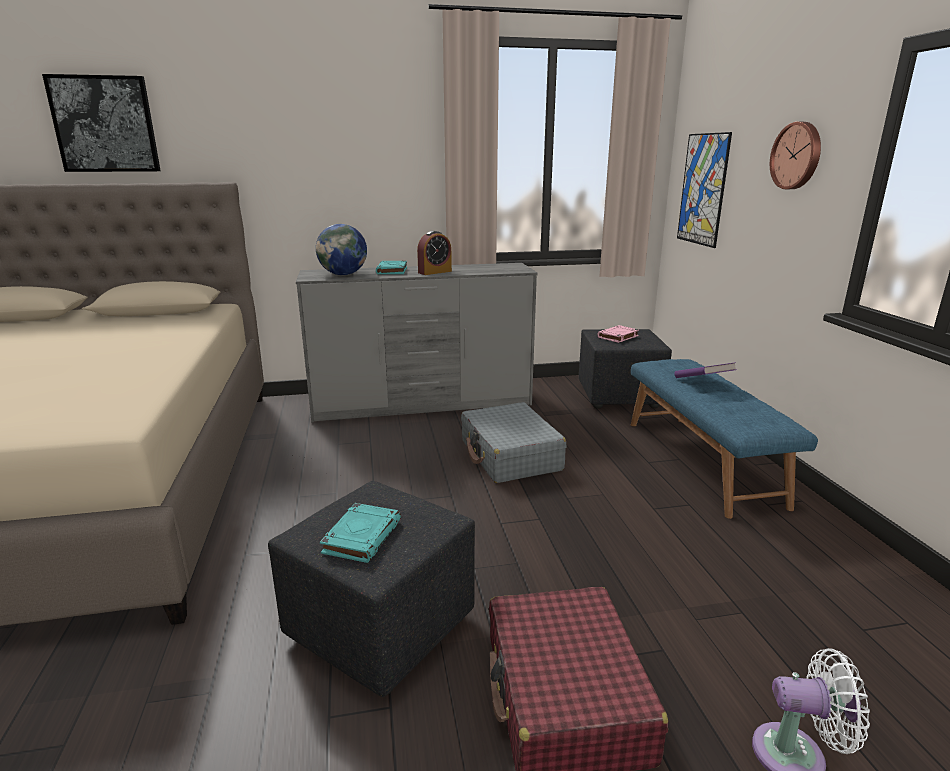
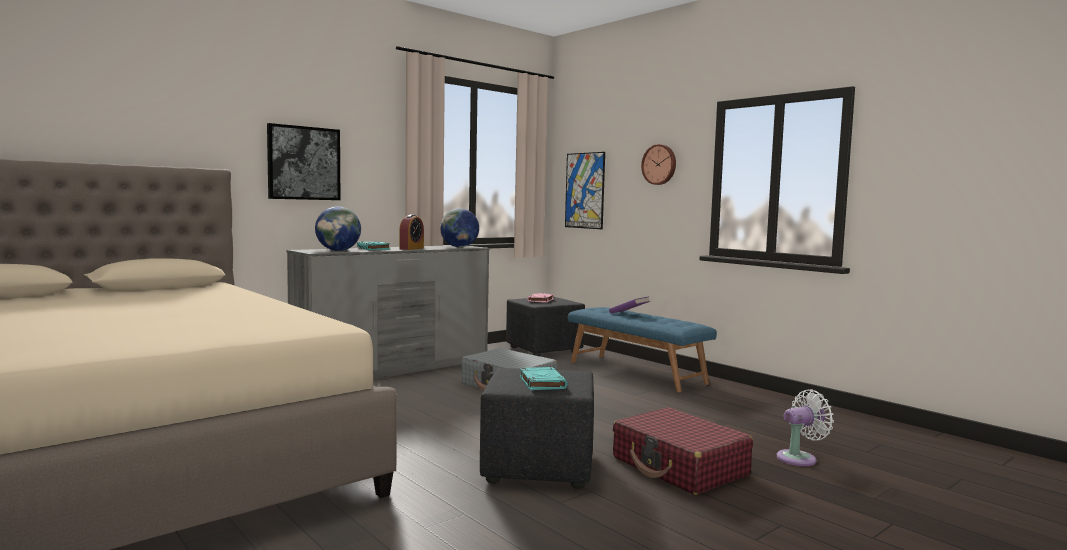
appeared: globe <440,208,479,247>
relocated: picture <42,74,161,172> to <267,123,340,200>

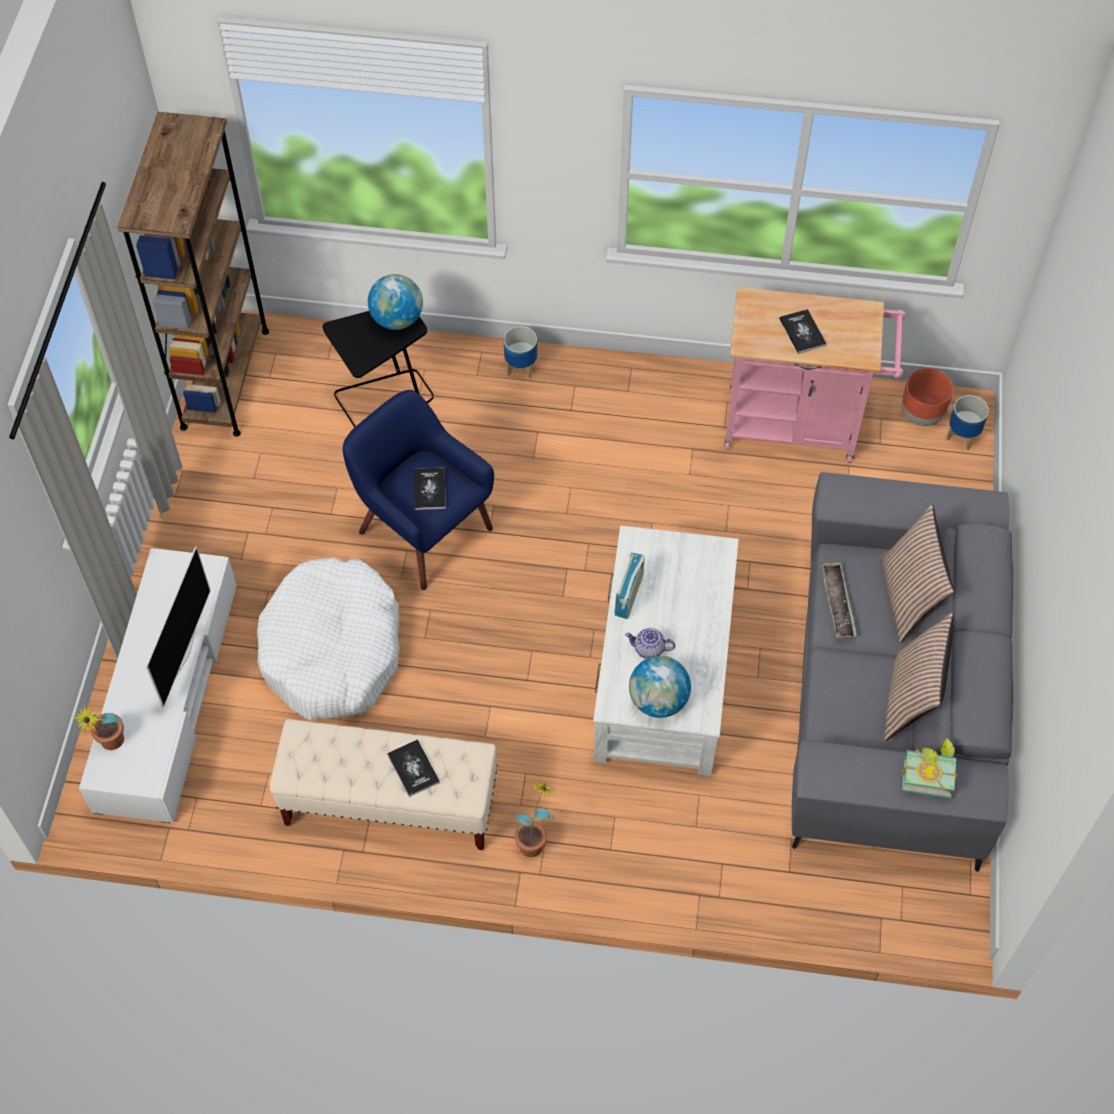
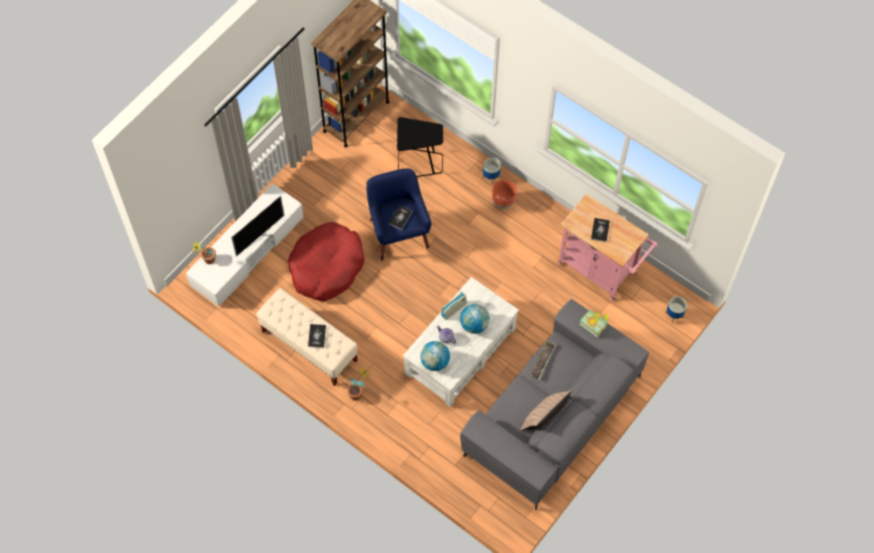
missing: pillow <881,504,955,642>
relocated: globe <368,274,423,330> to <460,304,490,334>; book <900,738,957,799> to <579,310,609,338>; brown planter <902,368,954,426> to <492,180,517,209>
colour: white dog bed <257,558,399,720> to red dog bed <288,222,365,301>

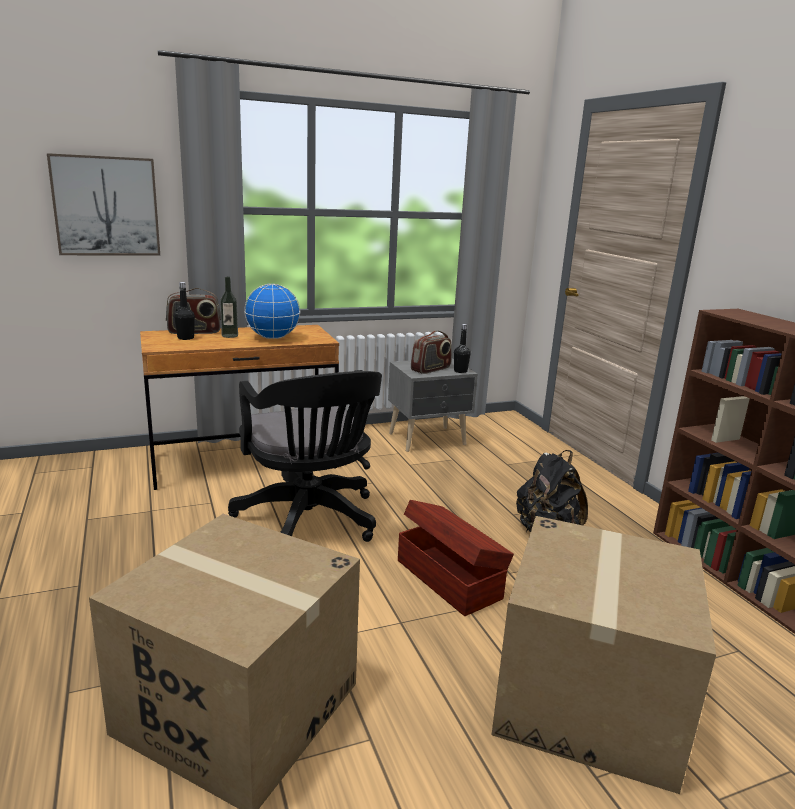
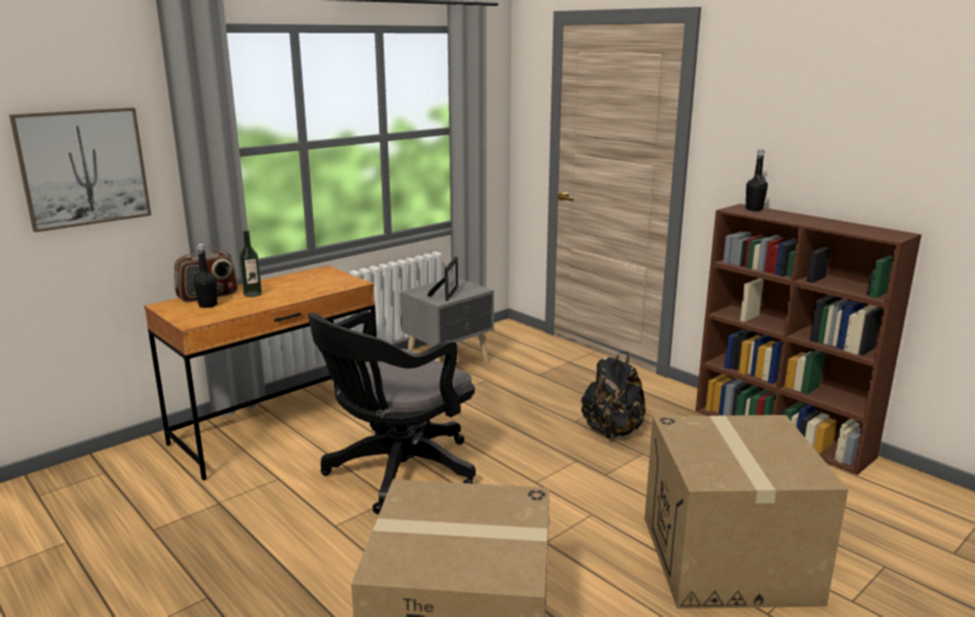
missing: globe <244,284,300,339>; brown storage box <398,500,514,616>
relocated: black bottle <454,324,471,373> to <746,150,768,211>
exchanged: radio <411,331,452,374> to picture frame <427,256,458,301>
spun: black office chair <228,370,382,542> = <308,310,476,514> 90 degrees clockwise

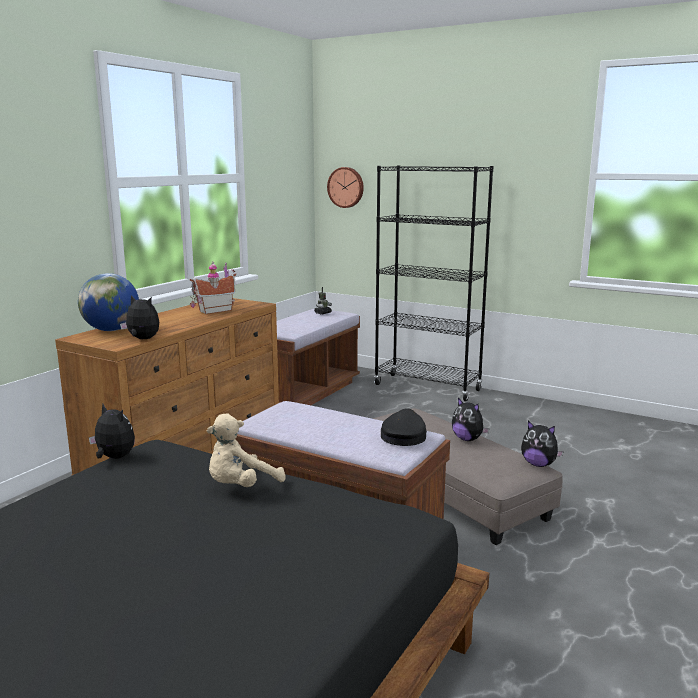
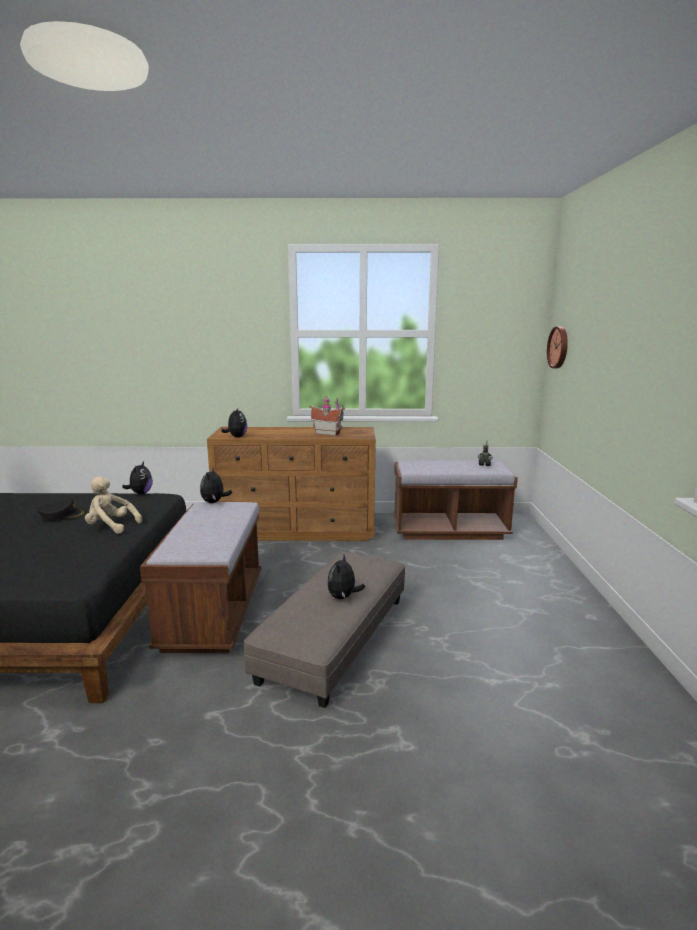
missing: globe <78,273,139,331>; black bookcase <374,165,494,401>
relocated: black cap <381,408,427,446> to <37,499,86,521>; plush toy <521,421,564,467> to <200,468,232,503>

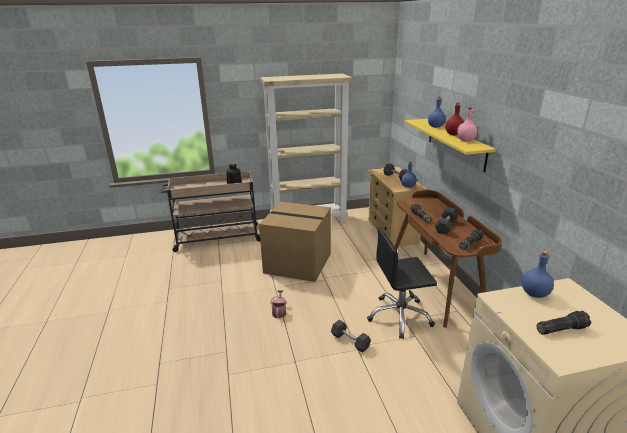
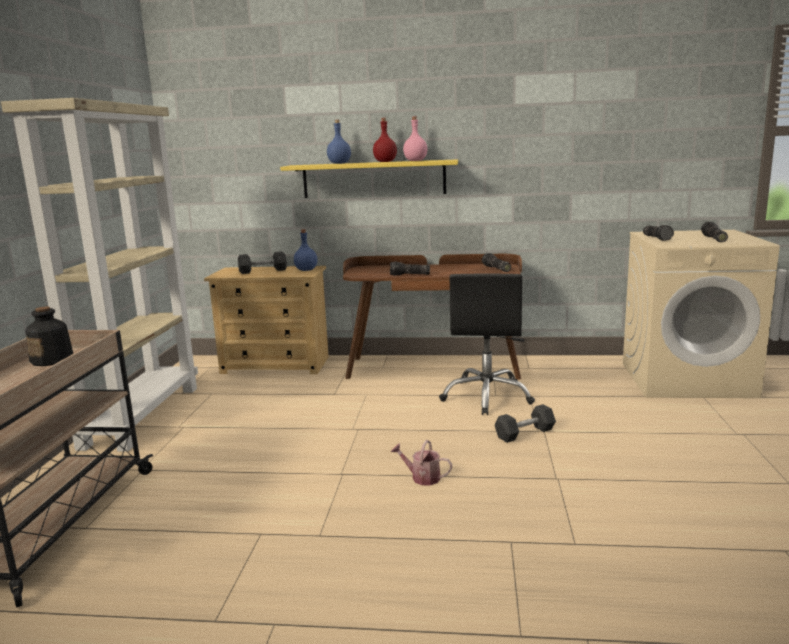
missing: cardboard box <259,202,331,282>; grey dumbbell <435,207,459,234>
exchanged: blue bottle <522,251,554,298> to flashlight <643,225,674,241>

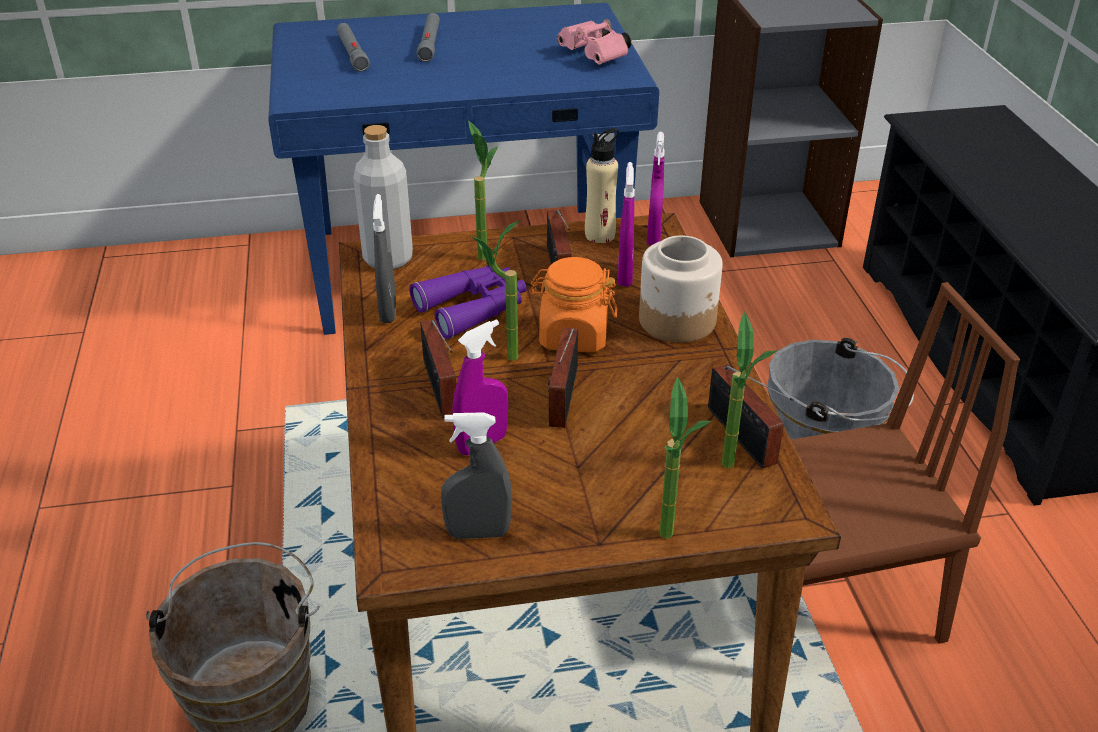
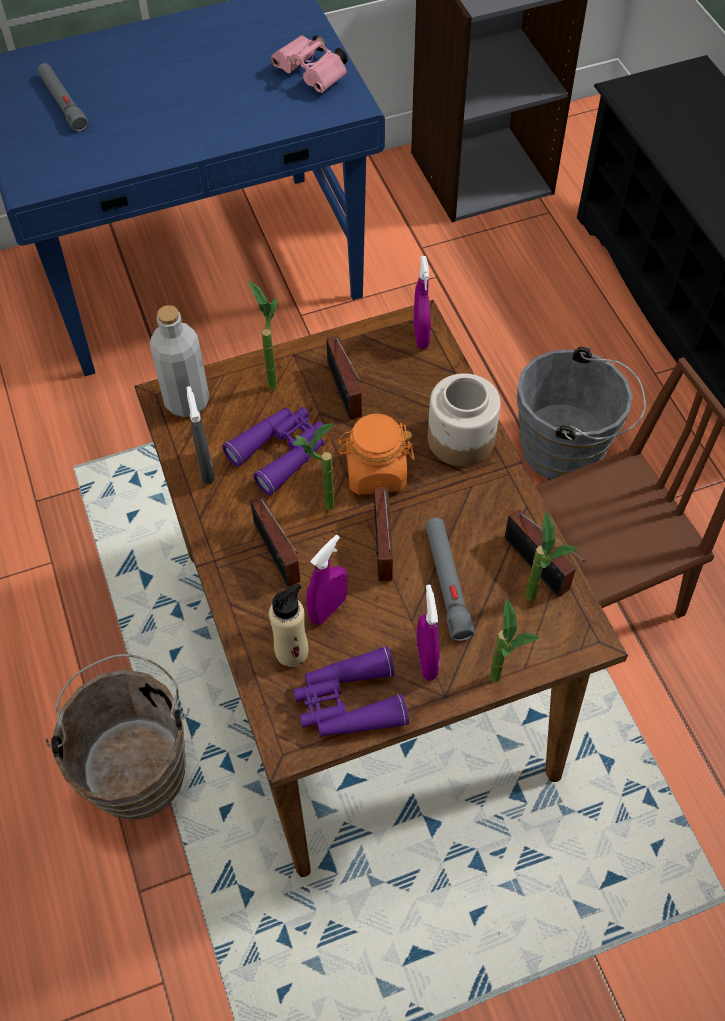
relocated: grey flashlight <417,13,440,62> to <425,517,475,641>; beige bottle <585,128,619,243> to <269,584,308,667>; purple spray bottle <618,162,635,287> to <417,584,440,680>
exchanged: grey spray bottle <441,412,512,539> to purple binoculars <293,646,409,737>

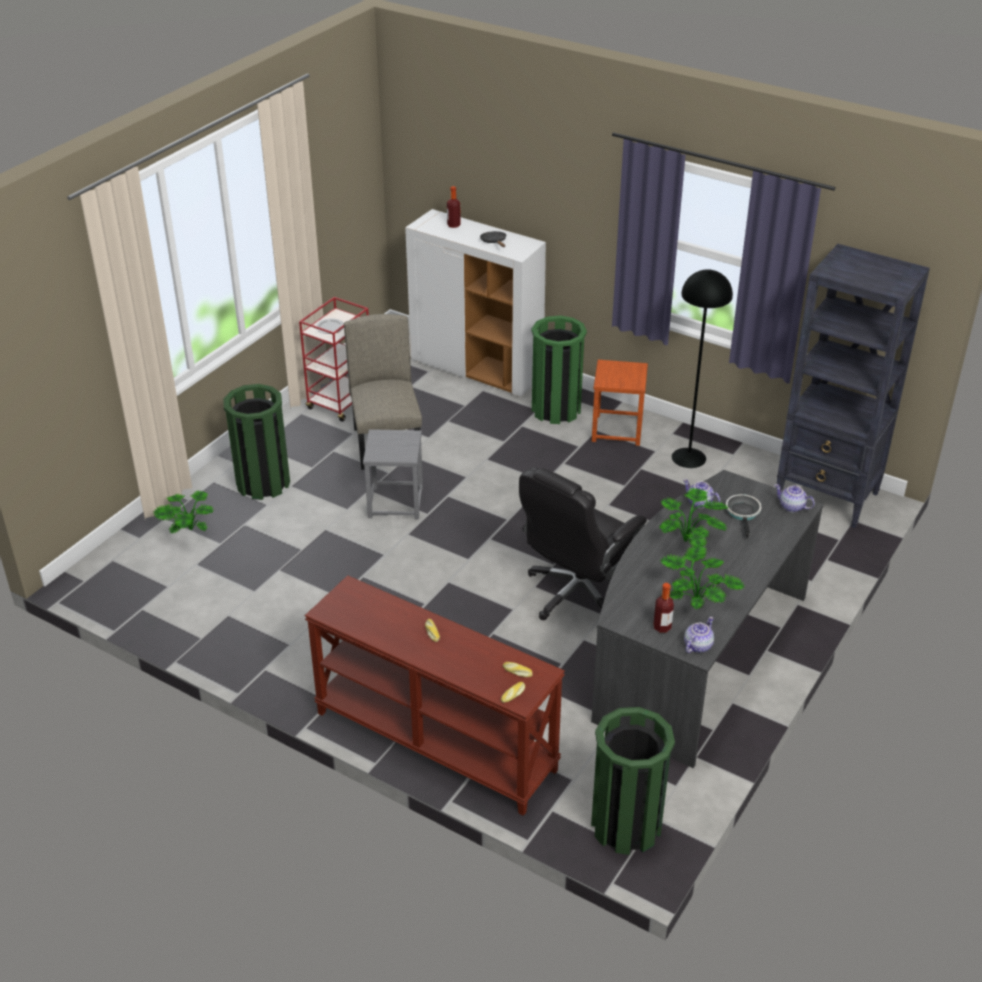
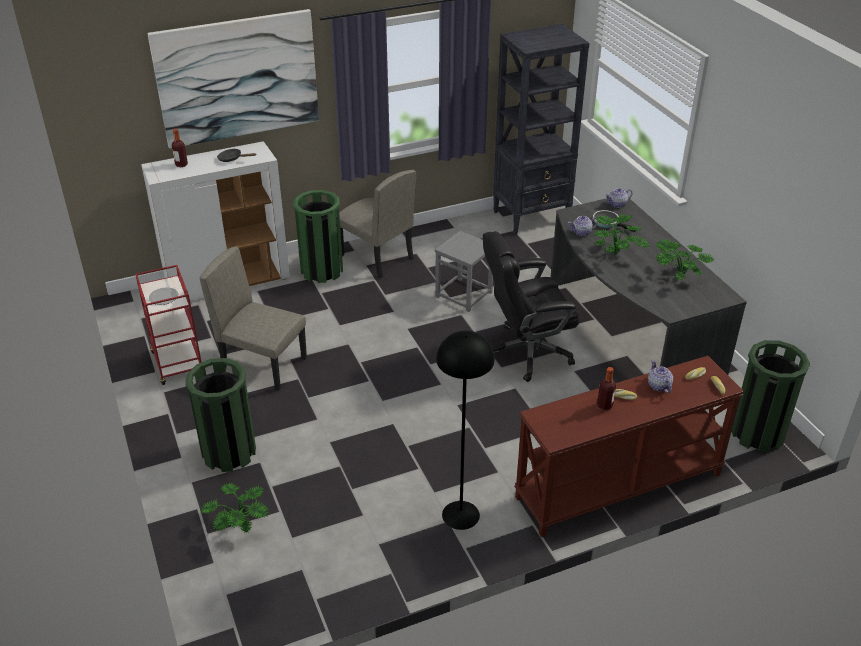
appeared: picture <147,9,319,149>
relocated: grey stool <363,429,423,519> to <435,231,493,312>; bottle <654,583,674,633> to <597,367,616,411>; black floor lamp <672,270,733,468> to <436,330,495,530>; teapot <684,617,714,653> to <648,360,673,393>
exchanged: brown stool <592,360,648,446> to beige chair <336,170,416,278>
spun: black office chair <519,467,647,620> = <483,231,579,382> 90 degrees clockwise

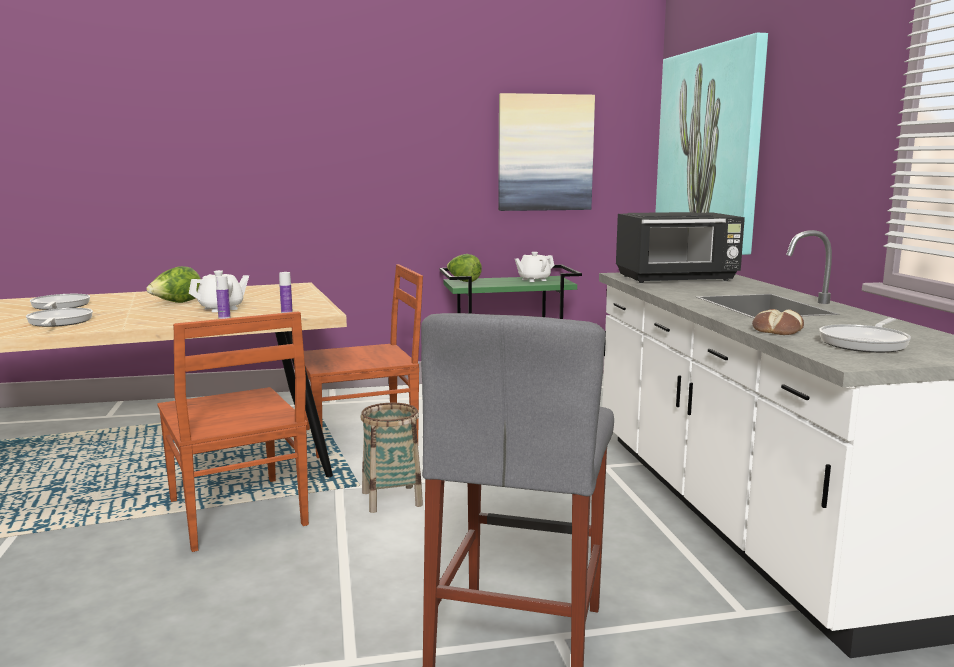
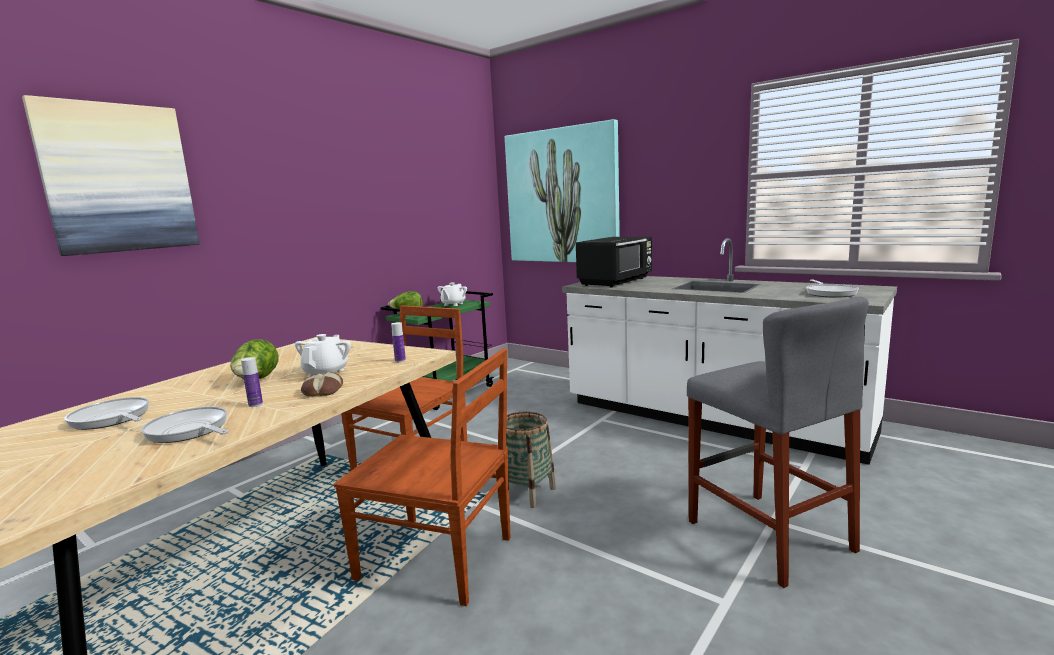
relocated: bottle <216,276,230,319> to <241,357,263,407>; picture <498,93,595,211> to <22,95,199,256>; bread <752,309,804,335> to <301,372,343,397>

